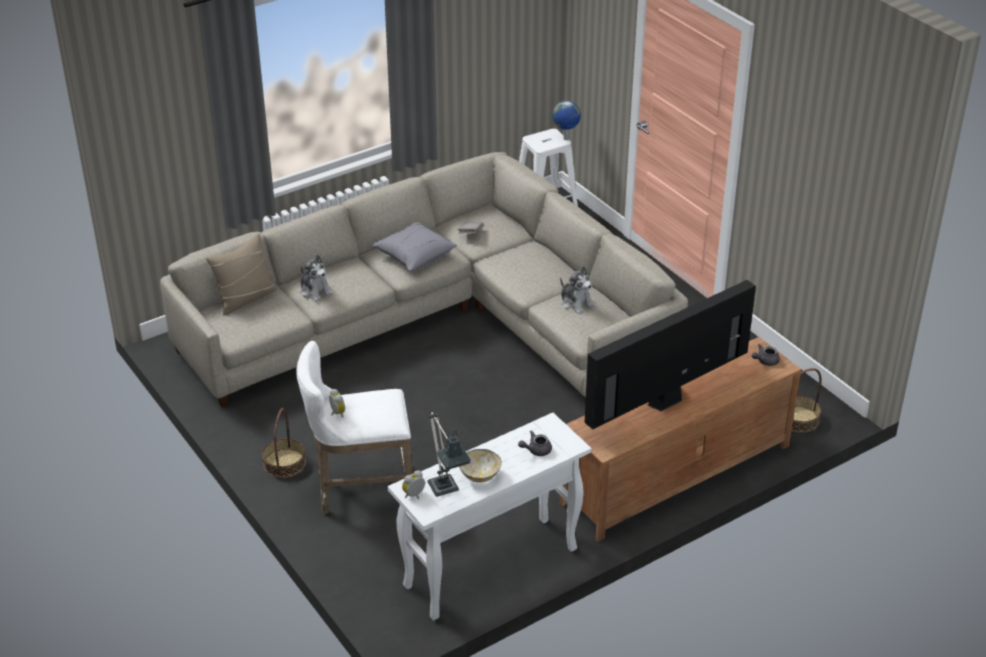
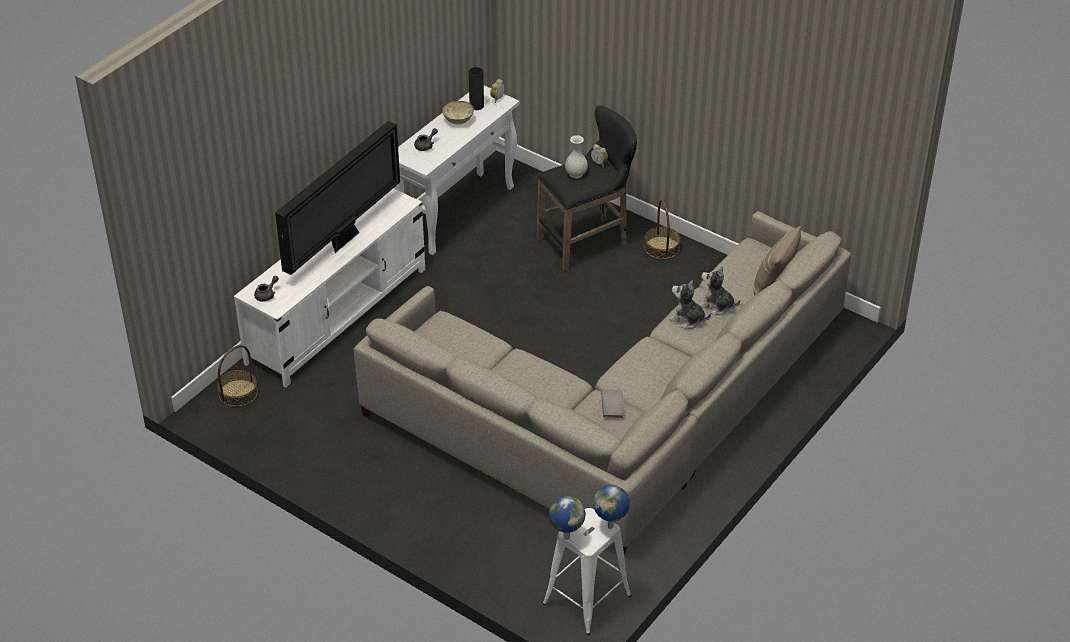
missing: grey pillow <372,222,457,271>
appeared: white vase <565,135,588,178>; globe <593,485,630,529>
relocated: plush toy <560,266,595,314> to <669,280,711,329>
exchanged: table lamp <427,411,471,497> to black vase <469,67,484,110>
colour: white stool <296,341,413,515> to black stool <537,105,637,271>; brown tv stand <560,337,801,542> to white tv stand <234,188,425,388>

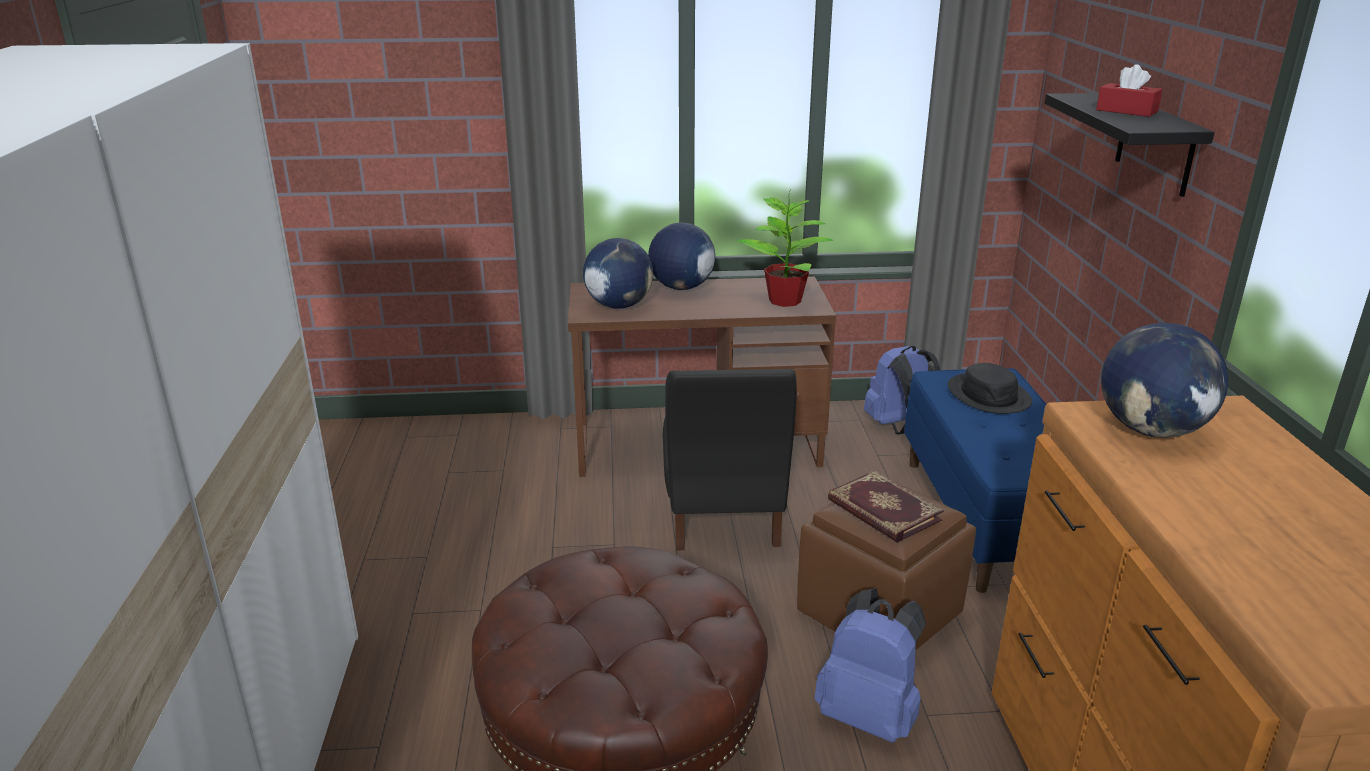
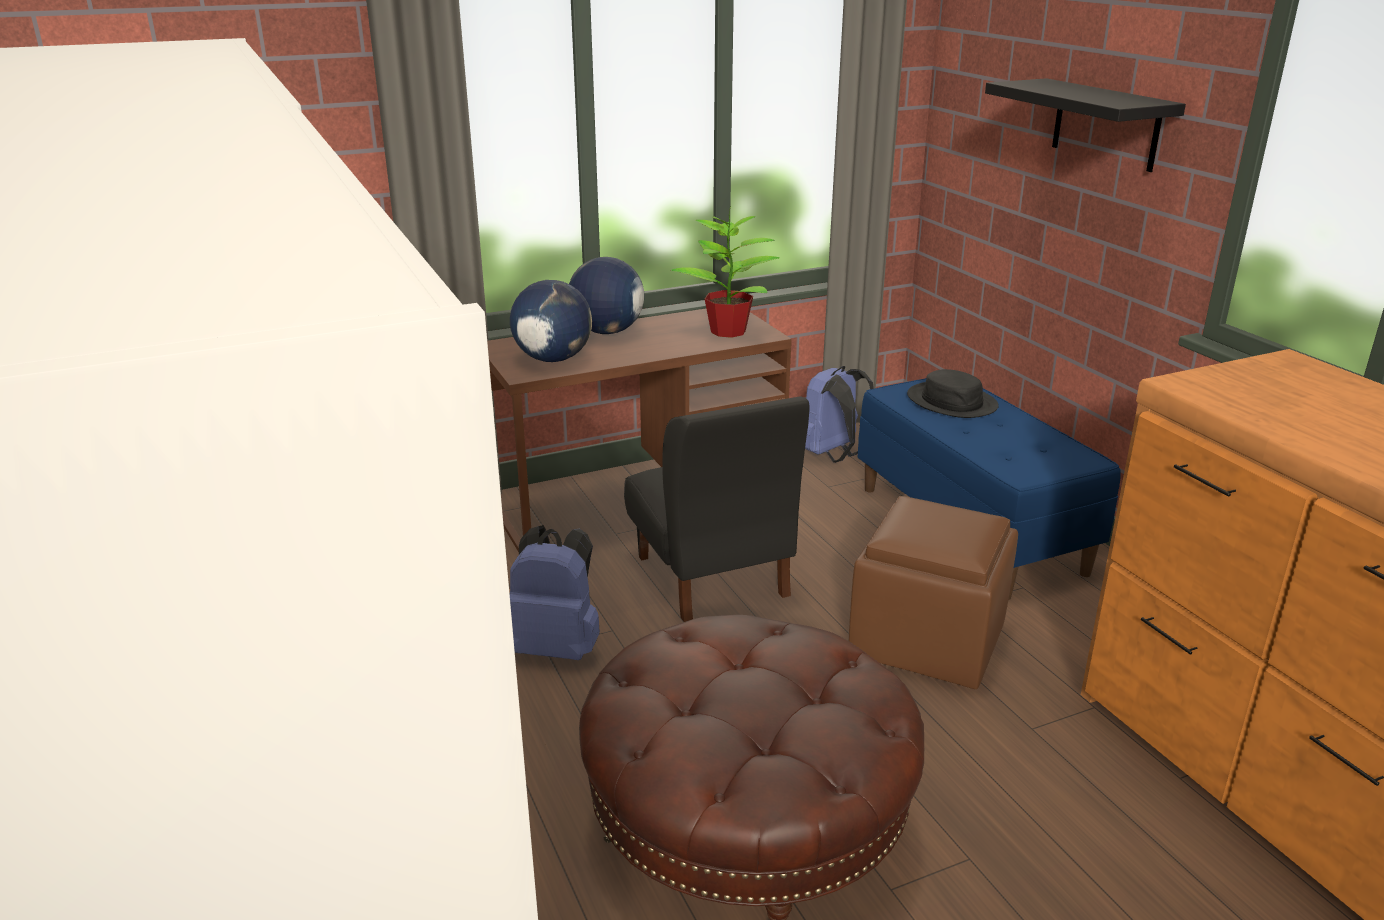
missing: book <828,470,944,543>; red tissue box <1096,64,1163,117>; globe <1101,323,1228,438>
relocated: blue backpack <815,588,926,743> to <510,525,600,660>

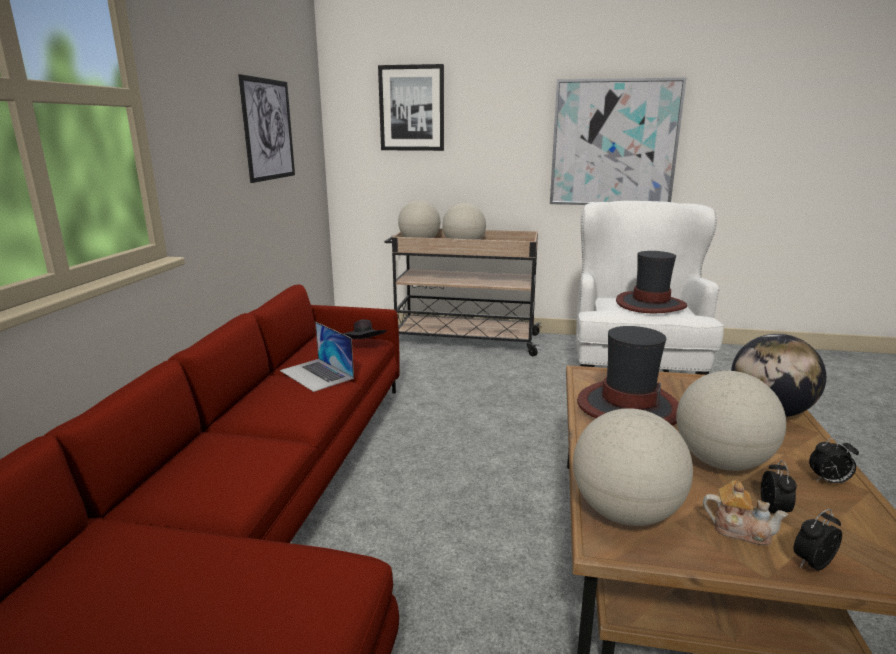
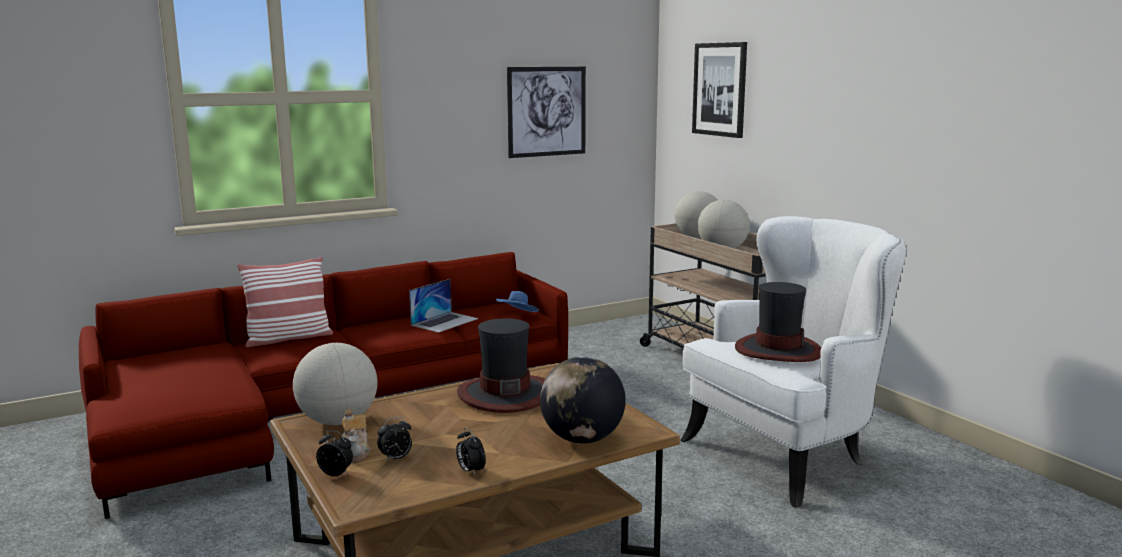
missing: picture <550,78,686,205>; globe <676,371,786,471>
appeared: pillow <237,257,333,347>
colour: black hat <342,319,387,339> to blue hat <496,291,540,312>
spun: laptop <280,322,354,392> = <409,279,479,333> 150 degrees counterclockwise

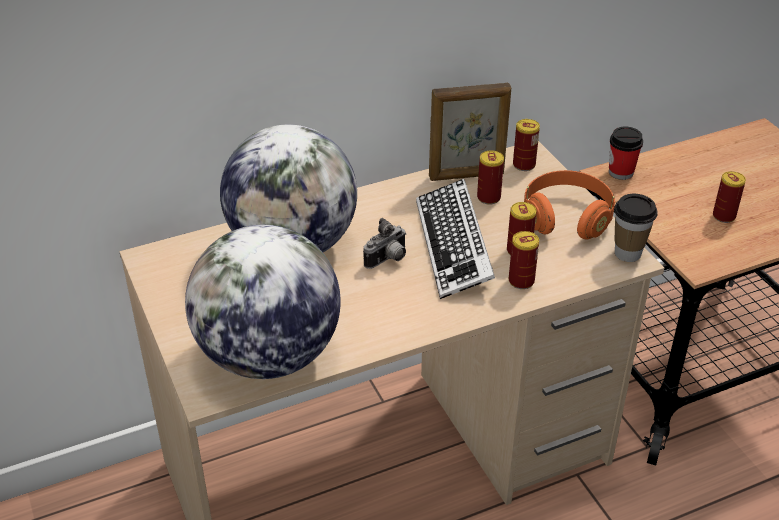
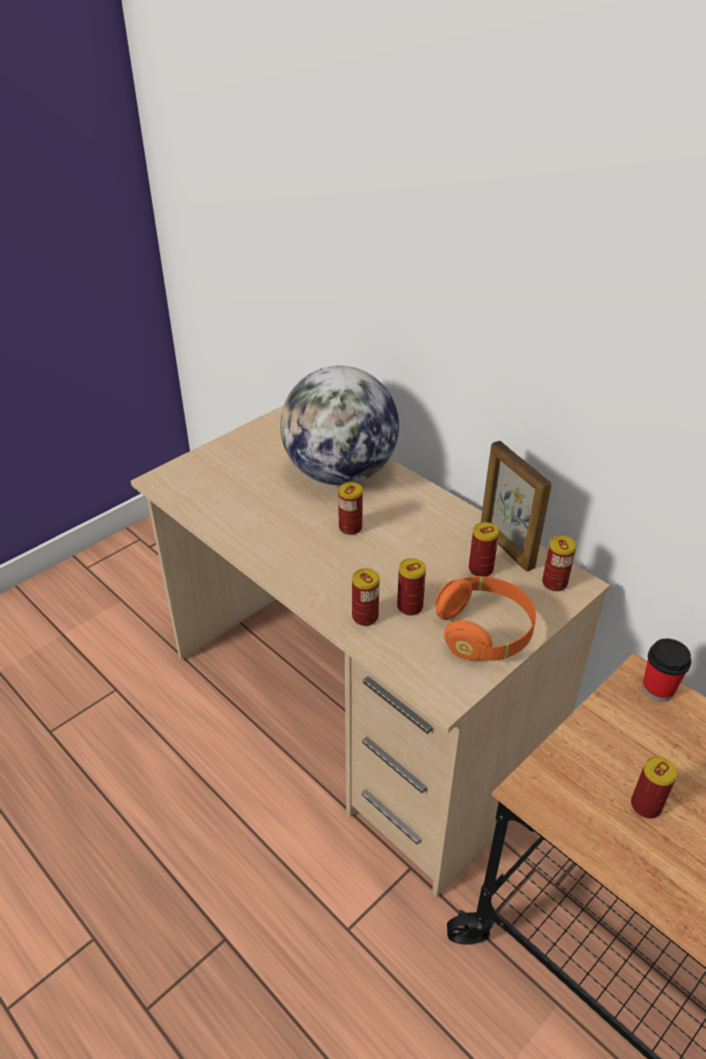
missing: globe <185,225,341,379>; keyboard <416,179,495,299>; cup <614,194,658,262>
exchanged: photo camera <363,218,406,269> to can <338,482,363,535>

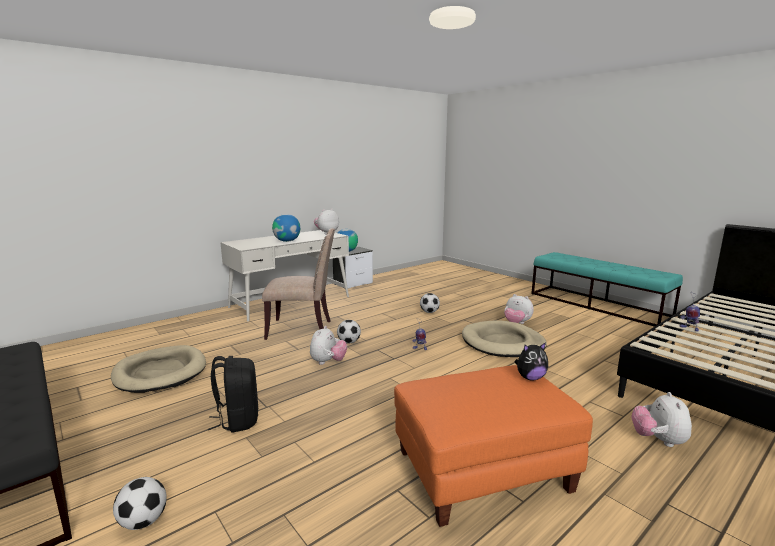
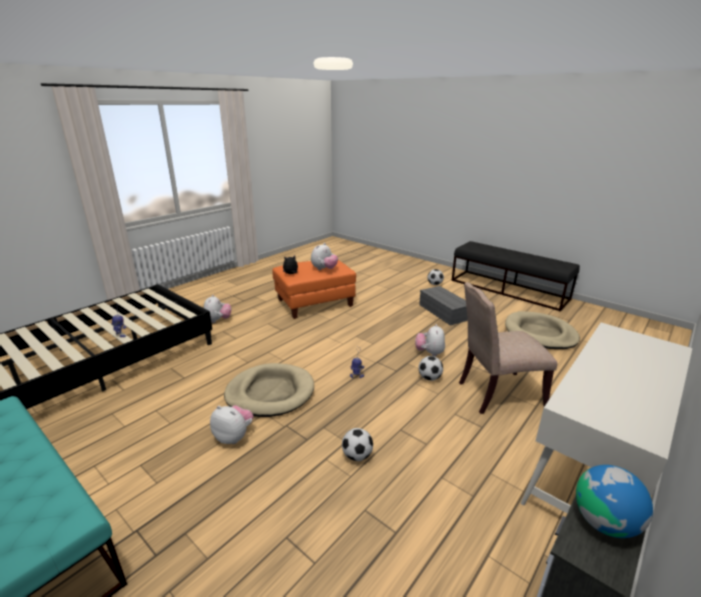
missing: globe <272,214,300,242>
relocated: plush toy <314,209,339,234> to <311,243,338,270>
exchanged: black backpack <208,356,258,433> to grey storage box <419,286,468,326>

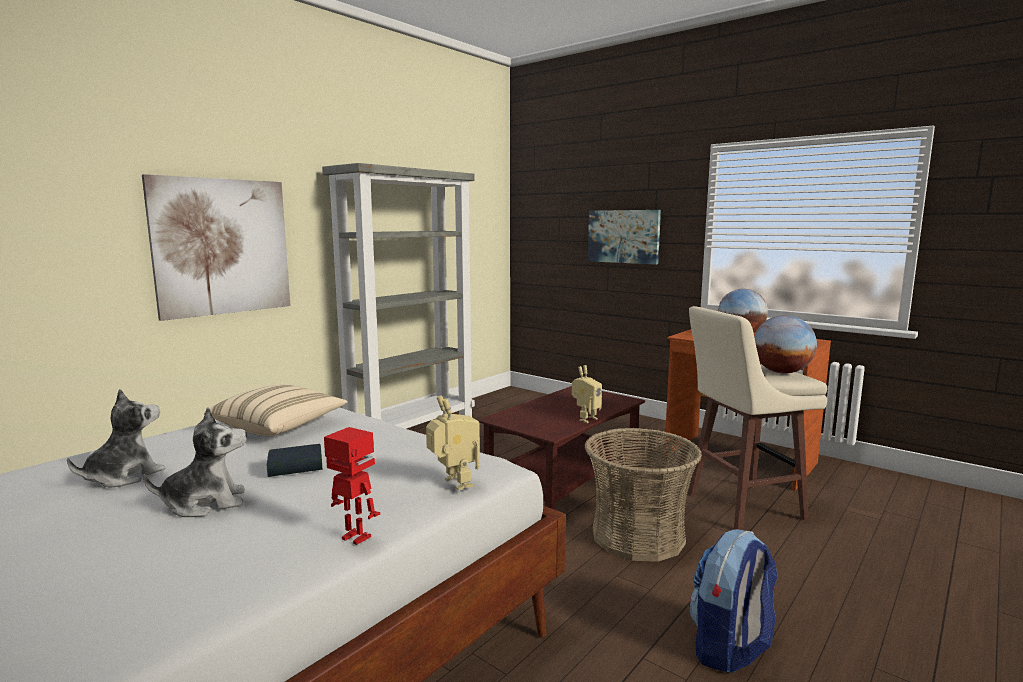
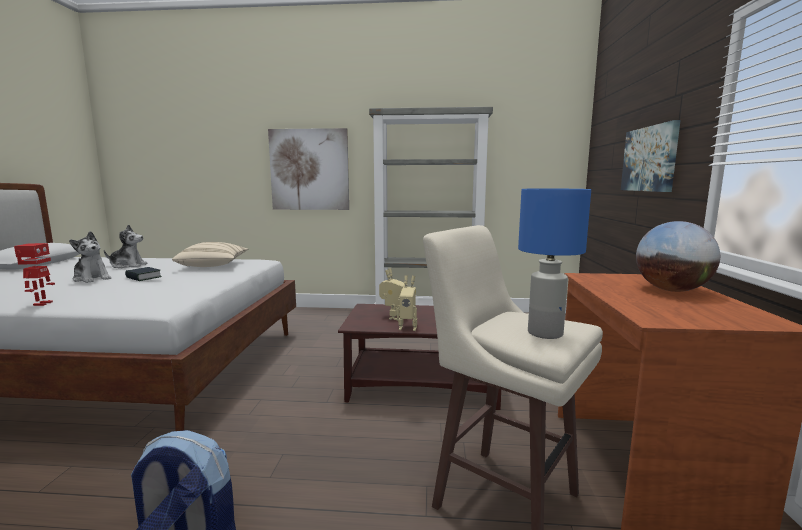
missing: basket <584,428,702,562>
relocated: toy robot <426,395,480,490> to <379,268,407,320>
exchanged: globe <754,315,817,373> to blue table lamp <518,188,591,339>

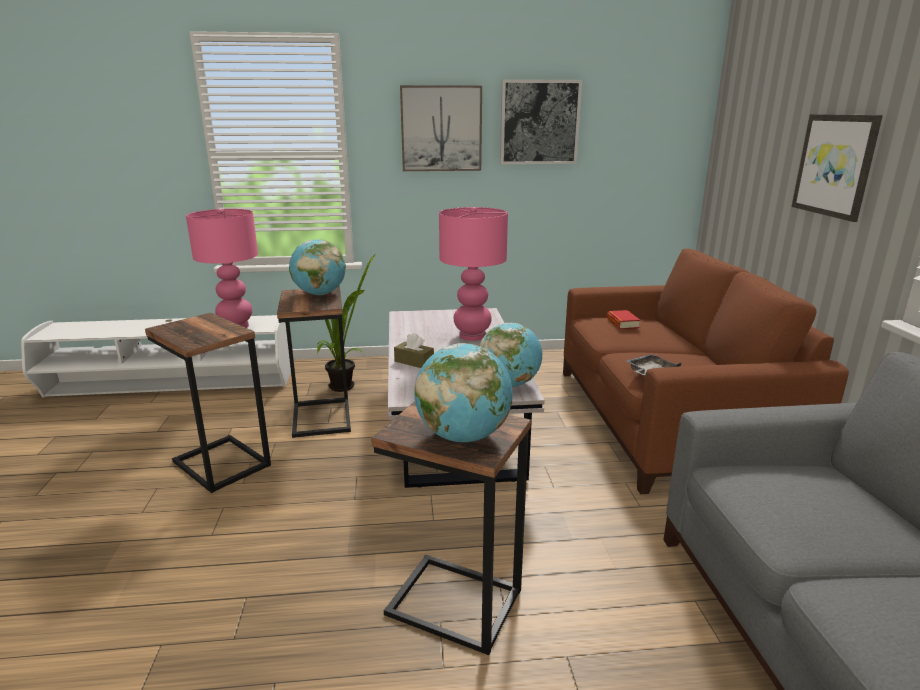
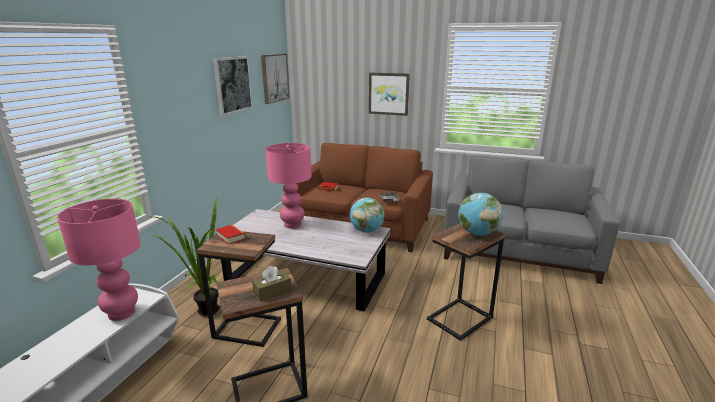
relocated: brown tissue box <394,333,434,368> to <252,266,292,301>; picture <400,85,482,171> to <261,54,290,104>
exchanged: globe <289,239,346,295> to book <216,225,245,245>

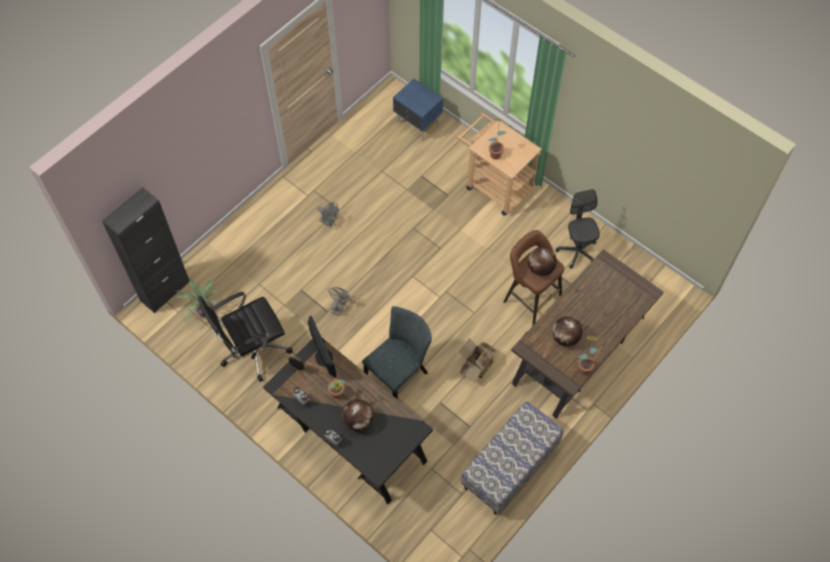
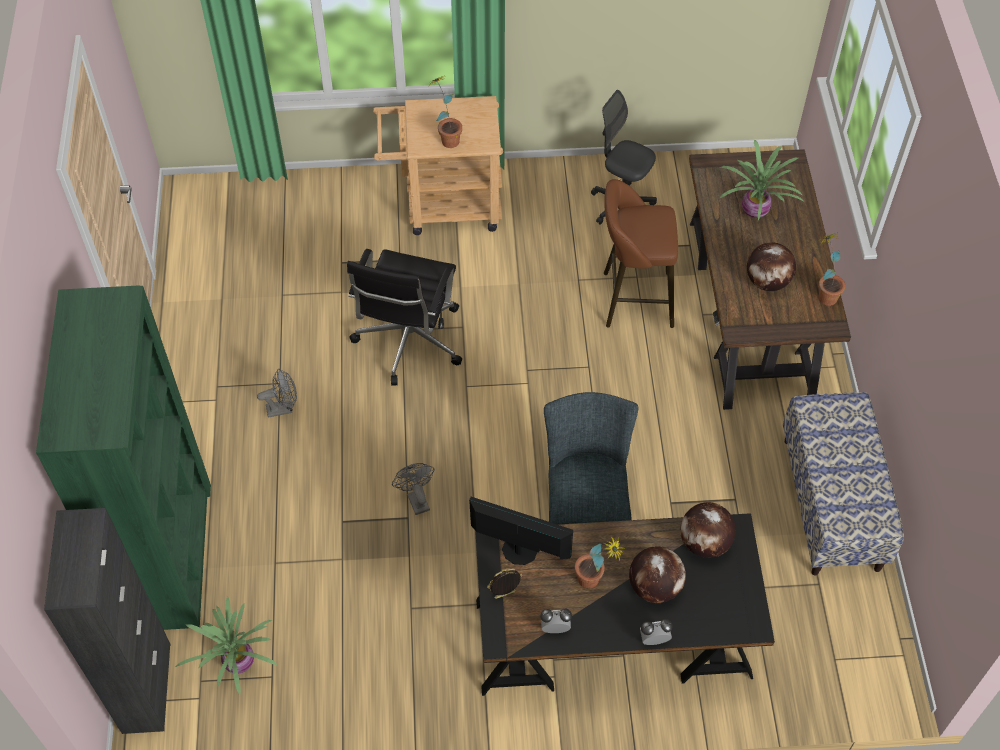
missing: blue nightstand <393,79,443,141>; cardboard box <459,338,498,382>
appeared: green bookcase <36,285,211,630>; potted plant <719,140,803,220>
relocated: black office chair <198,292,293,382> to <347,249,462,386>; globe <528,247,557,276> to <680,502,736,558>

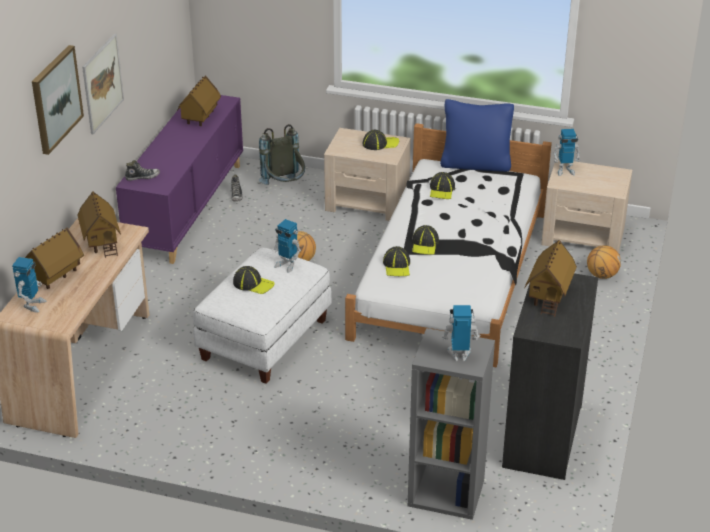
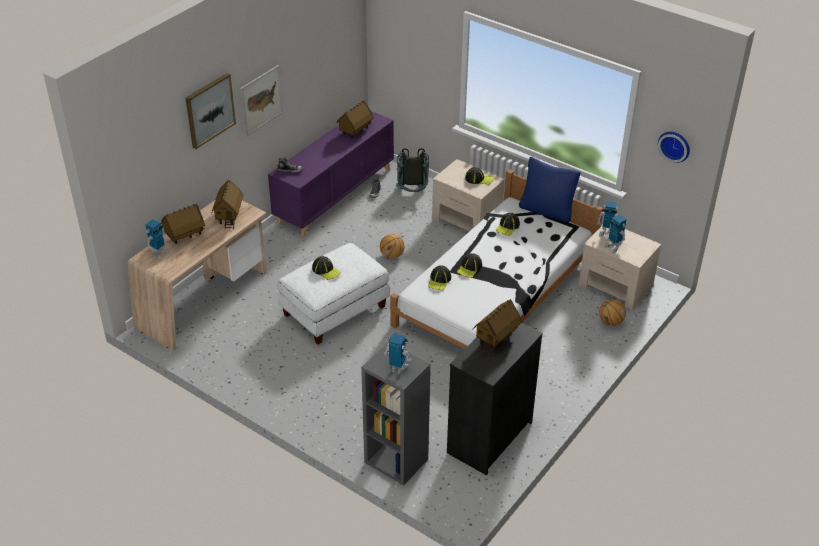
appeared: wall clock <658,132,690,163>
relocated: toy robot <272,219,301,273> to <604,215,626,253>

